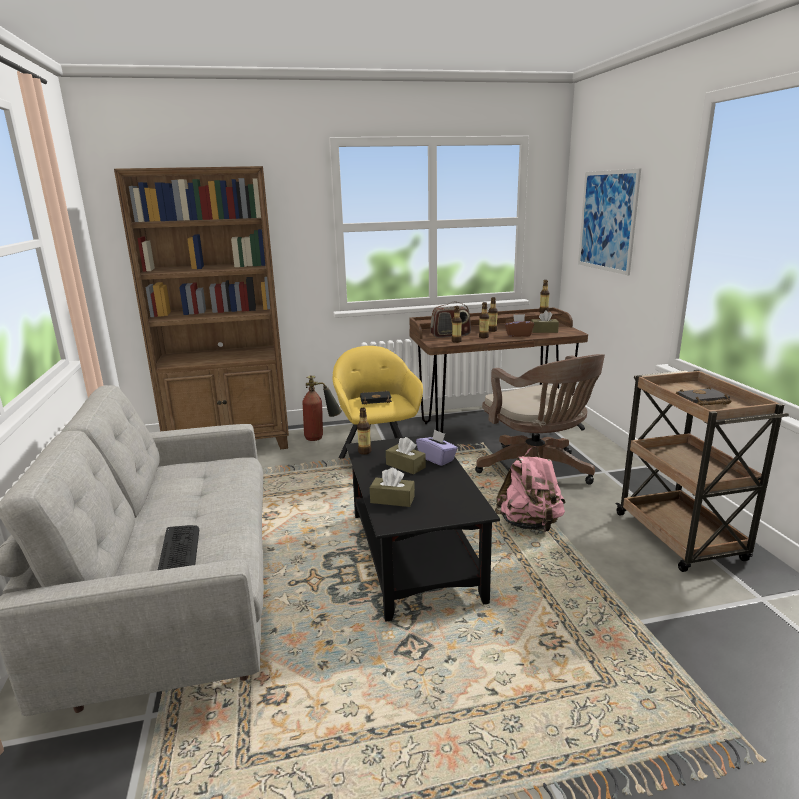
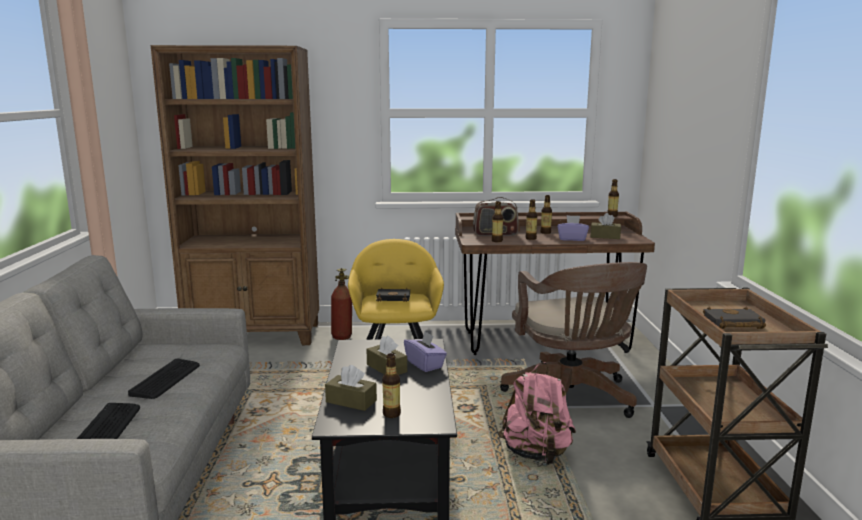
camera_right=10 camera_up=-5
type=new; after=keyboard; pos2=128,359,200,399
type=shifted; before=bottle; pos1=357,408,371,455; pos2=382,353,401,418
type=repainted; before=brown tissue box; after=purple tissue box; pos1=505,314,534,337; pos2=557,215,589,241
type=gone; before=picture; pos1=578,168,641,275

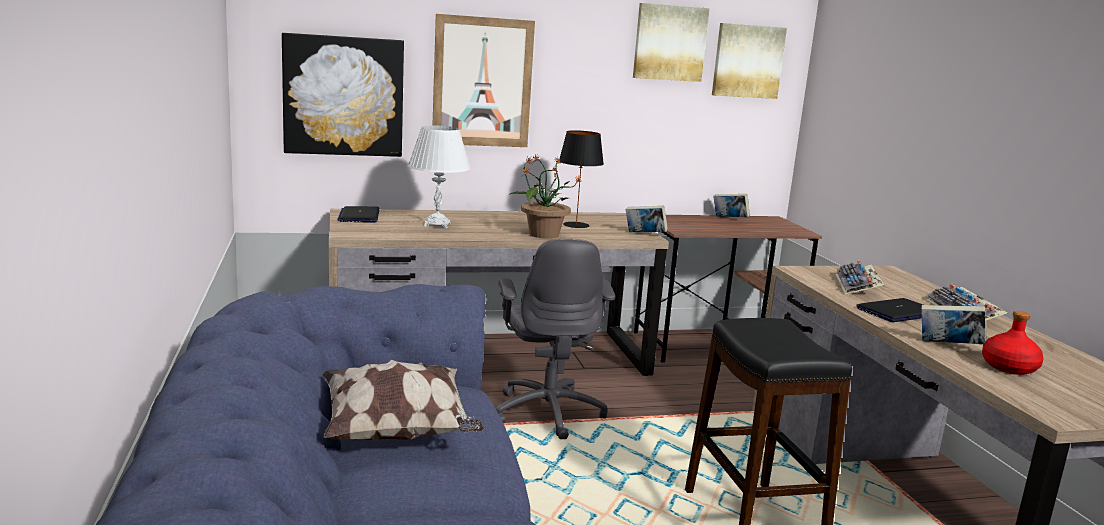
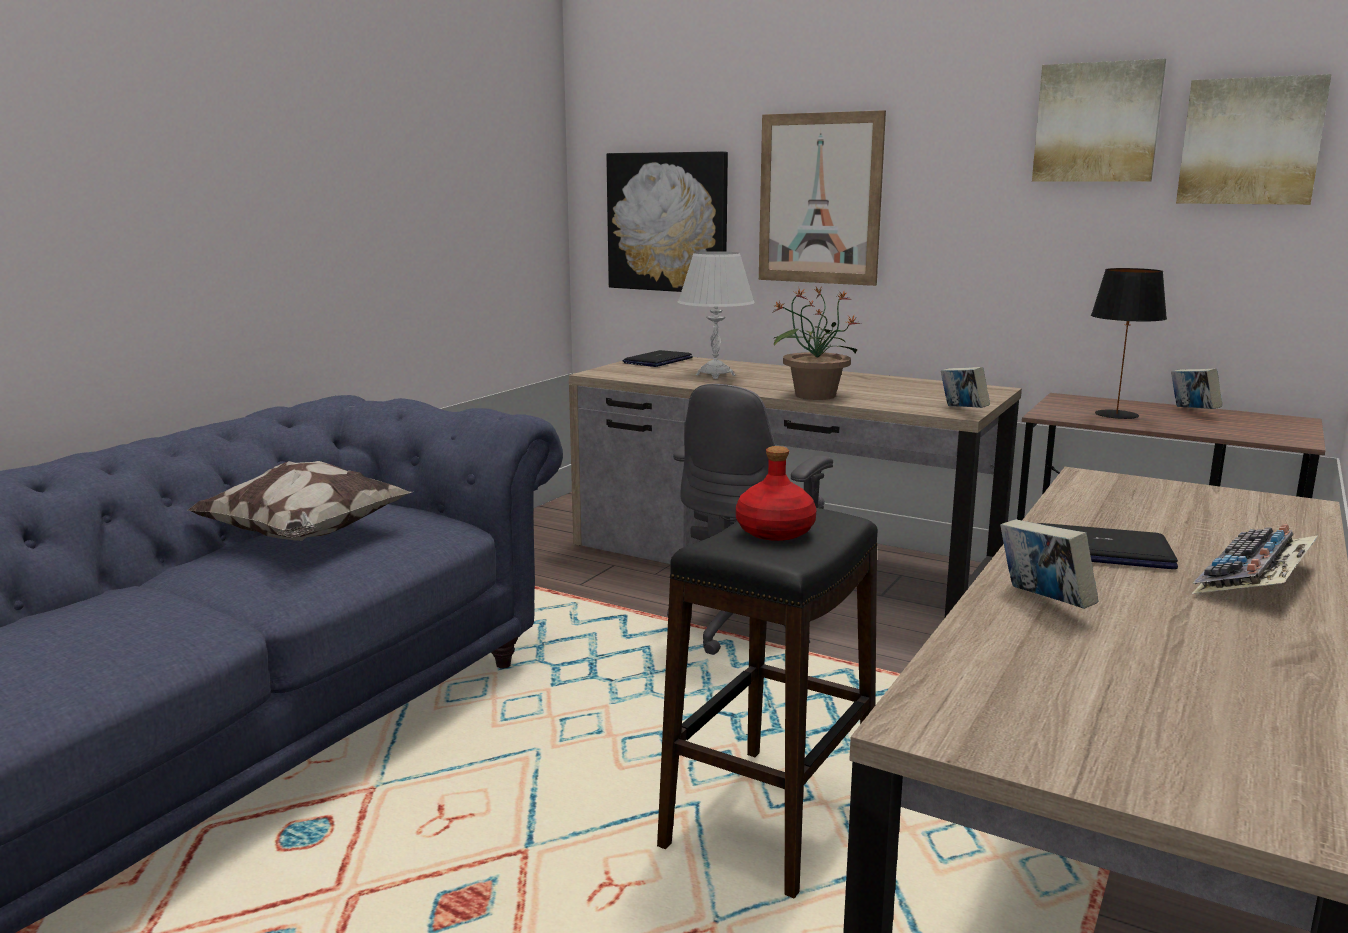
camera_right=45 camera_up=0
type=shifted; before=red bottle; pos1=982,311,1043,375; pos2=736,446,816,541
type=shifted; before=black table lamp; pos1=559,130,604,228; pos2=1091,268,1167,419
type=gone; before=keyboard; pos1=836,261,884,295

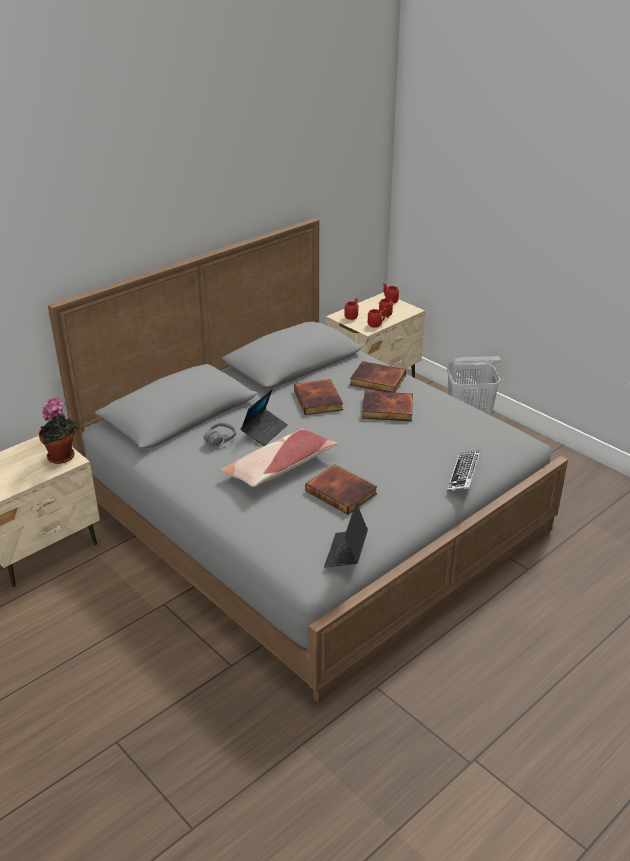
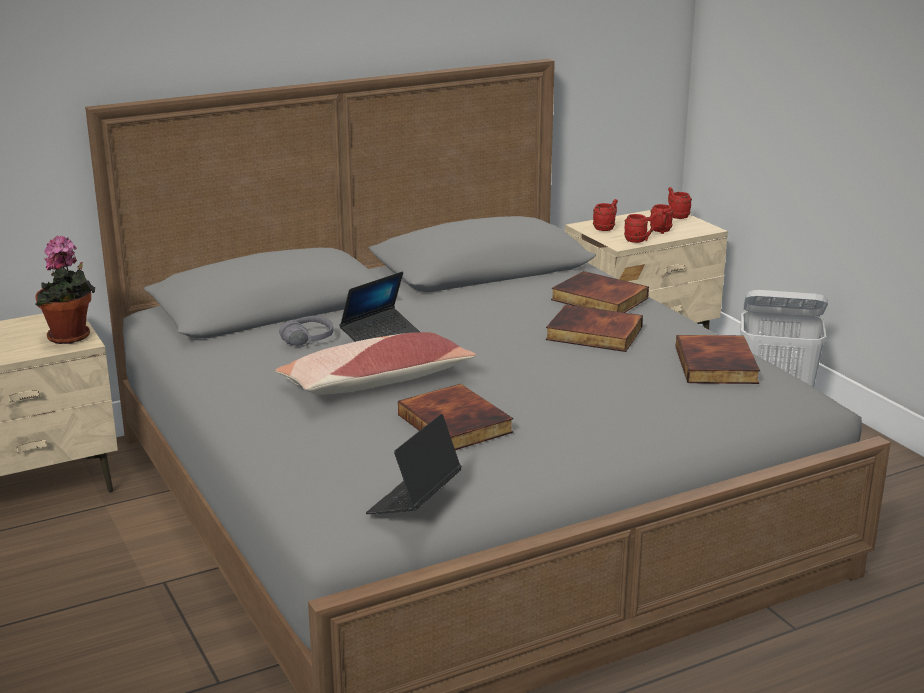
camera_right=15 camera_up=-10
type=shifted; before=book; pos1=294,379,343,415; pos2=676,335,760,384
type=gone; before=keyboard; pos1=447,451,481,491

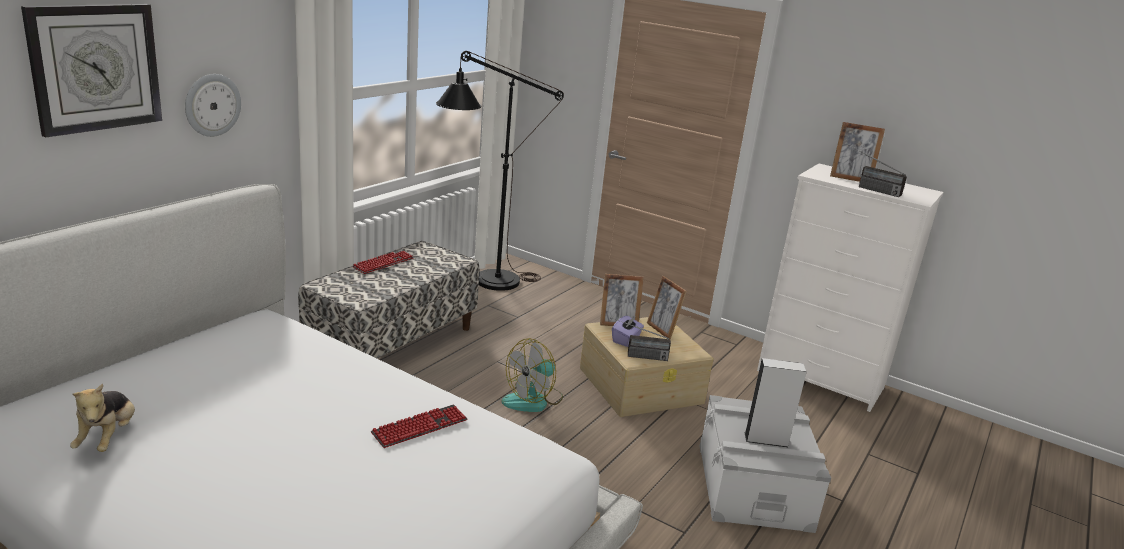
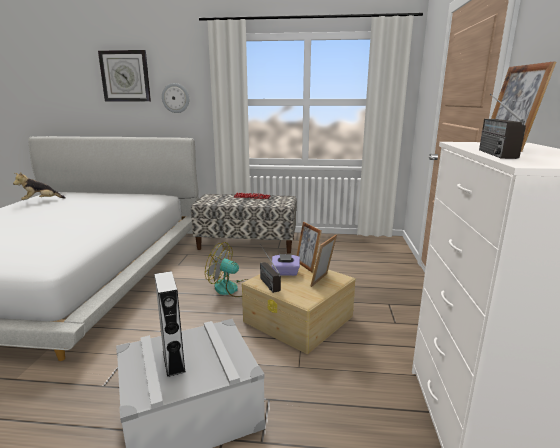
camera_right=65 camera_up=-5
type=gone; before=keyboard; pos1=371,405,467,448
type=gone; before=black floor lamp; pos1=436,51,564,291

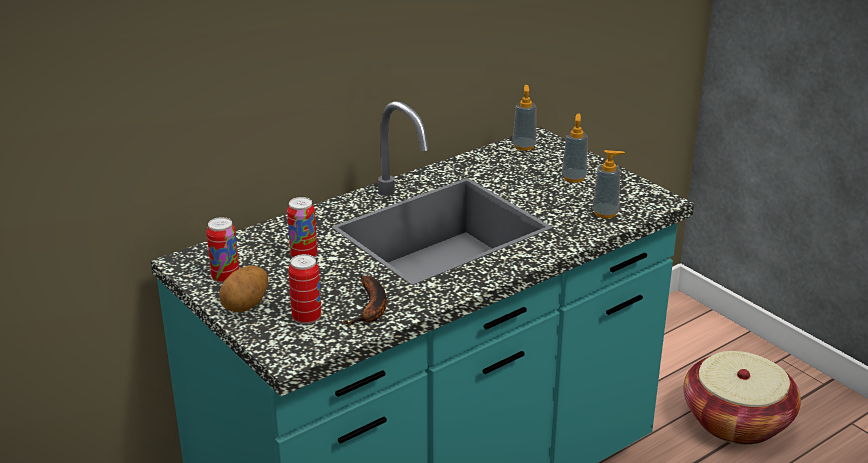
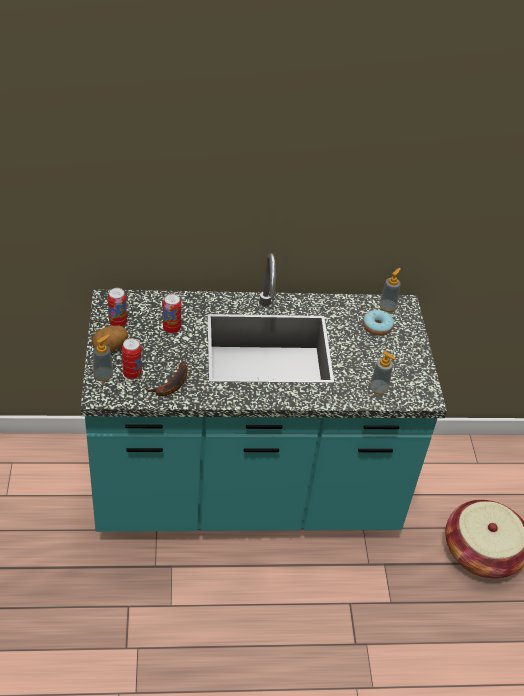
camera_right=30 camera_up=15
type=shifted; before=soap dispenser; pos1=562,113,588,183; pos2=93,334,113,382
type=new; after=donut; pos2=363,310,394,336

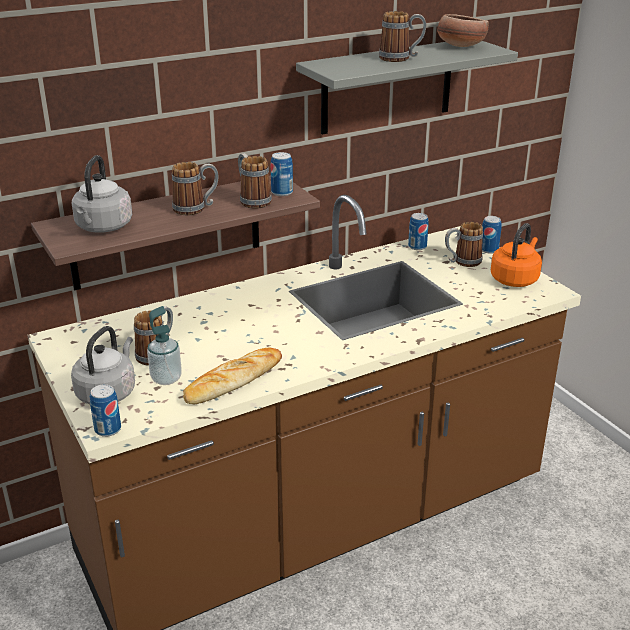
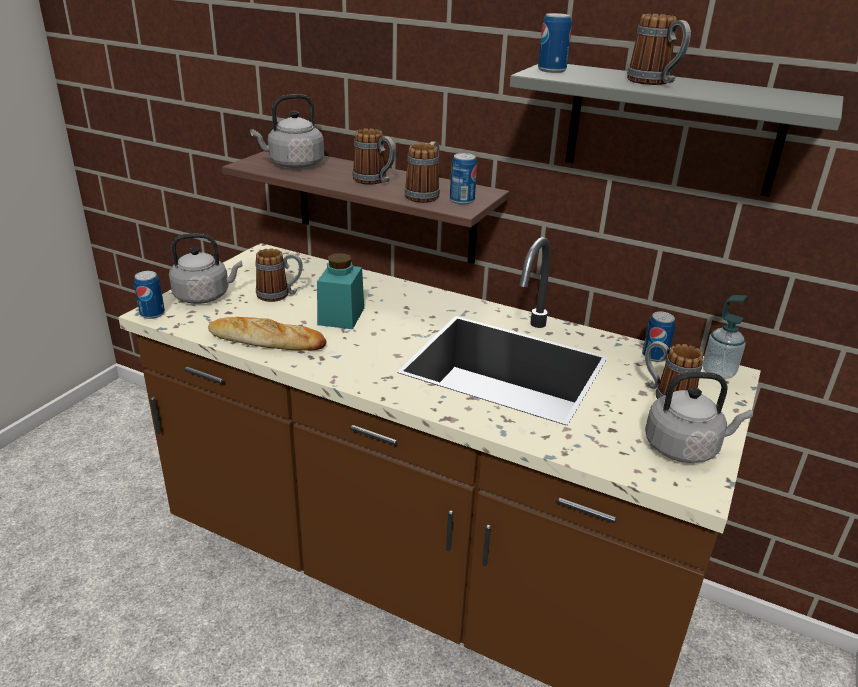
camera_right=55 camera_up=0
type=new; after=turquoise jar; pos2=317,253,364,329
type=shifted; before=can; pos1=482,216,502,254; pos2=538,13,572,73
type=repainted; before=orange kettle; after=grey kettle; pos1=491,223,542,287; pos2=645,372,753,463
type=shifted; before=soap dispenser; pos1=147,306,182,385; pos2=703,295,747,379
type=gone; before=bowl; pos1=437,14,489,47

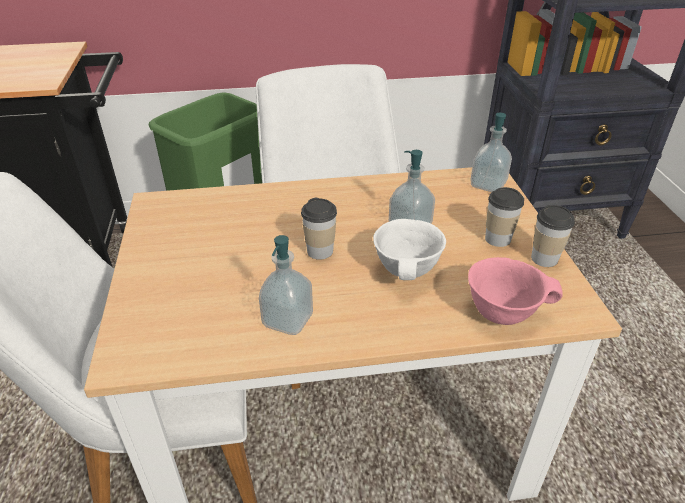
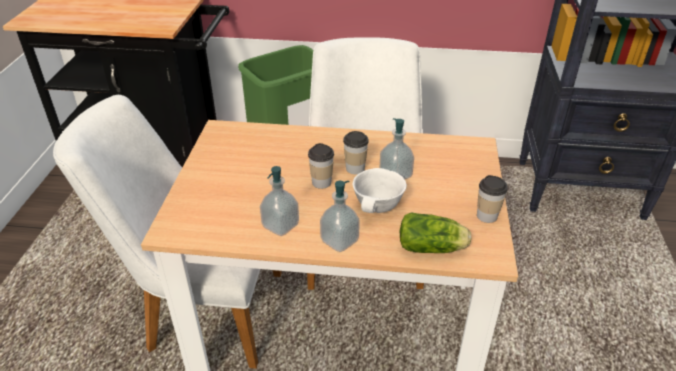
camera_right=15 camera_up=0
type=shifted; before=soap dispenser; pos1=470,113,512,192; pos2=320,181,360,252
type=shifted; before=cup; pos1=485,187,524,247; pos2=343,131,369,174
type=swapped; before=pink bowl; after=lettuce; pos1=468,257,563,325; pos2=400,212,472,253

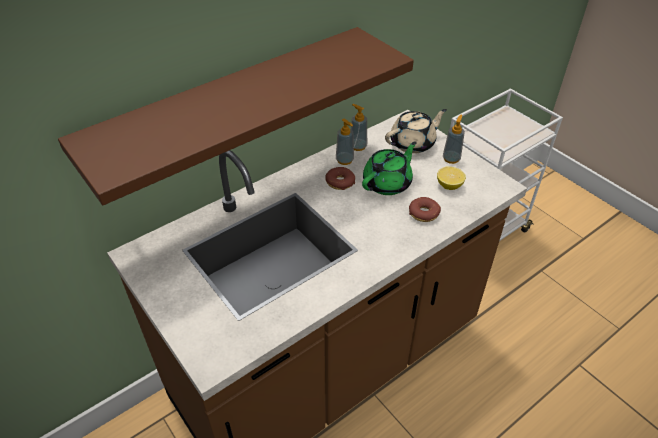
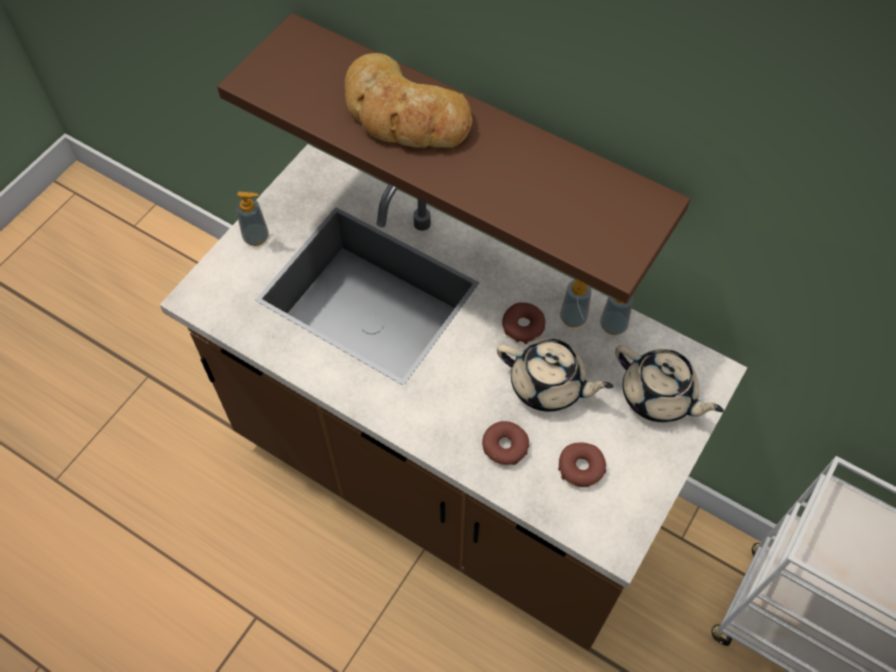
camera_right=70 camera_up=15
type=shifted; before=soap dispenser; pos1=443,114,465,164; pos2=236,192,269,246
type=new; after=bread; pos2=345,53,473,148
type=repainted; before=green teapot; after=beige teapot; pos1=362,141,417,195; pos2=497,338,613,412
type=swapped; before=lemon; after=donut; pos1=437,166,466,190; pos2=558,442,606,487

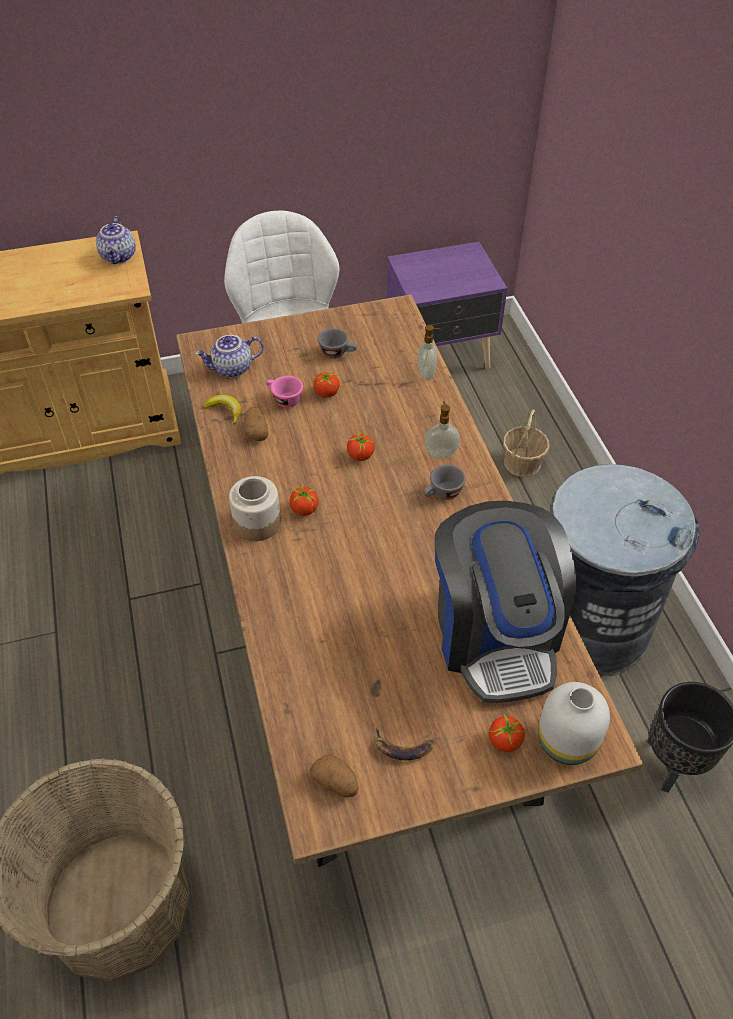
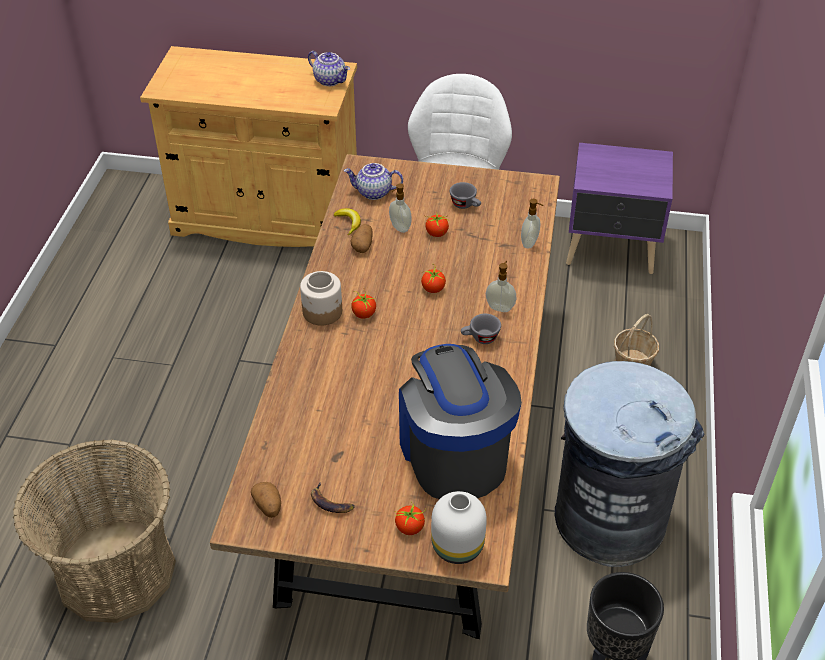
camera_right=25 camera_up=-5
type=rotated; before=teapot; pos1=96,216,136,264; pos2=308,51,350,86; turn=-75
type=swapped; before=pink cup; after=soap dispenser; pos1=266,376,303,408; pos2=389,183,412,233
type=rotated; before=coffee machine; pos1=435,500,576,703; pos2=399,344,522,499; turn=150

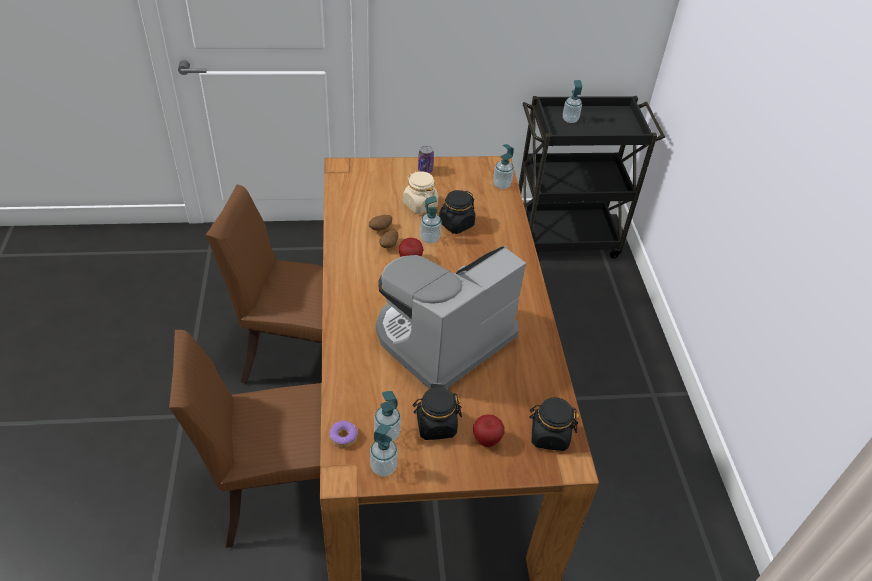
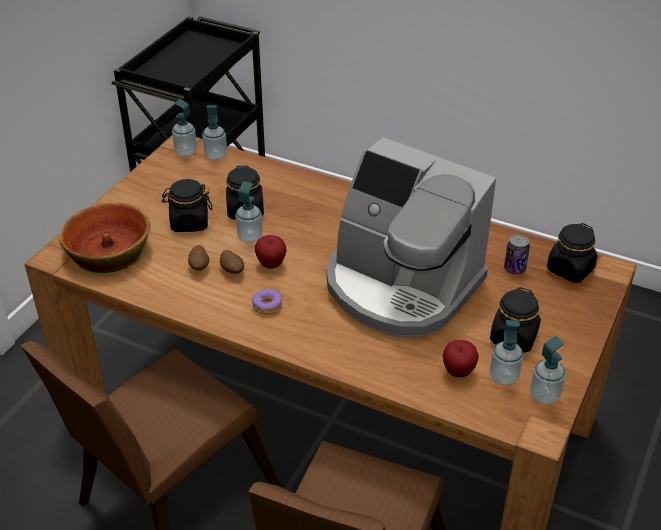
camera_right=-55 camera_up=-5
type=new; after=bowl; pos2=59,203,151,275
type=repainted; before=beige jar; after=black jar; pos1=403,171,438,214; pos2=162,179,212,232
type=shifted; before=soap dispenser; pos1=563,80,582,123; pos2=172,99,197,157
type=shifted; before=donut; pos1=329,421,357,448; pos2=252,288,282,315
type=rotated; before=coffee machine; pos1=376,245,526,389; pos2=327,137,496,338; turn=-45
type=shifted; before=apple; pos1=473,414,505,447; pos2=443,340,479,377
type=shifted; before=can; pos1=418,146,434,173; pos2=504,234,530,274

